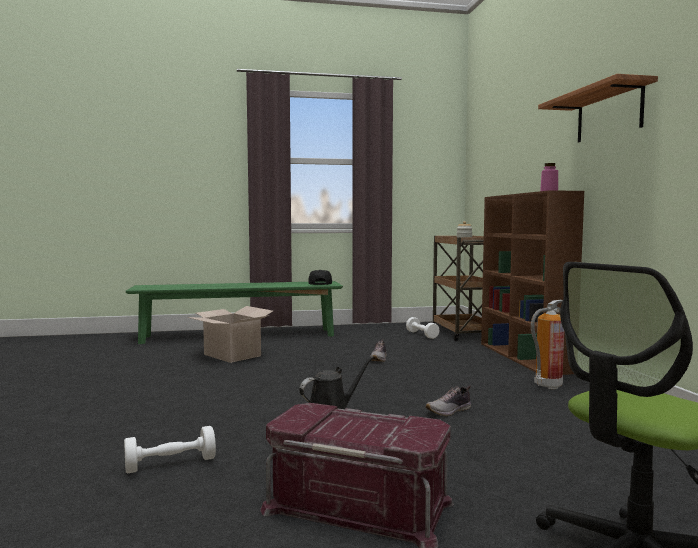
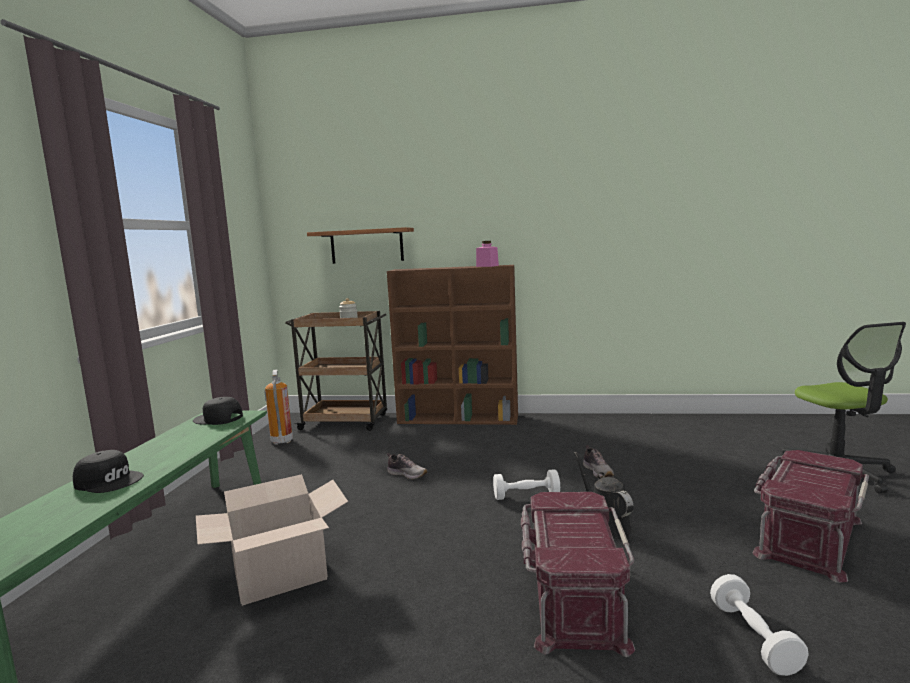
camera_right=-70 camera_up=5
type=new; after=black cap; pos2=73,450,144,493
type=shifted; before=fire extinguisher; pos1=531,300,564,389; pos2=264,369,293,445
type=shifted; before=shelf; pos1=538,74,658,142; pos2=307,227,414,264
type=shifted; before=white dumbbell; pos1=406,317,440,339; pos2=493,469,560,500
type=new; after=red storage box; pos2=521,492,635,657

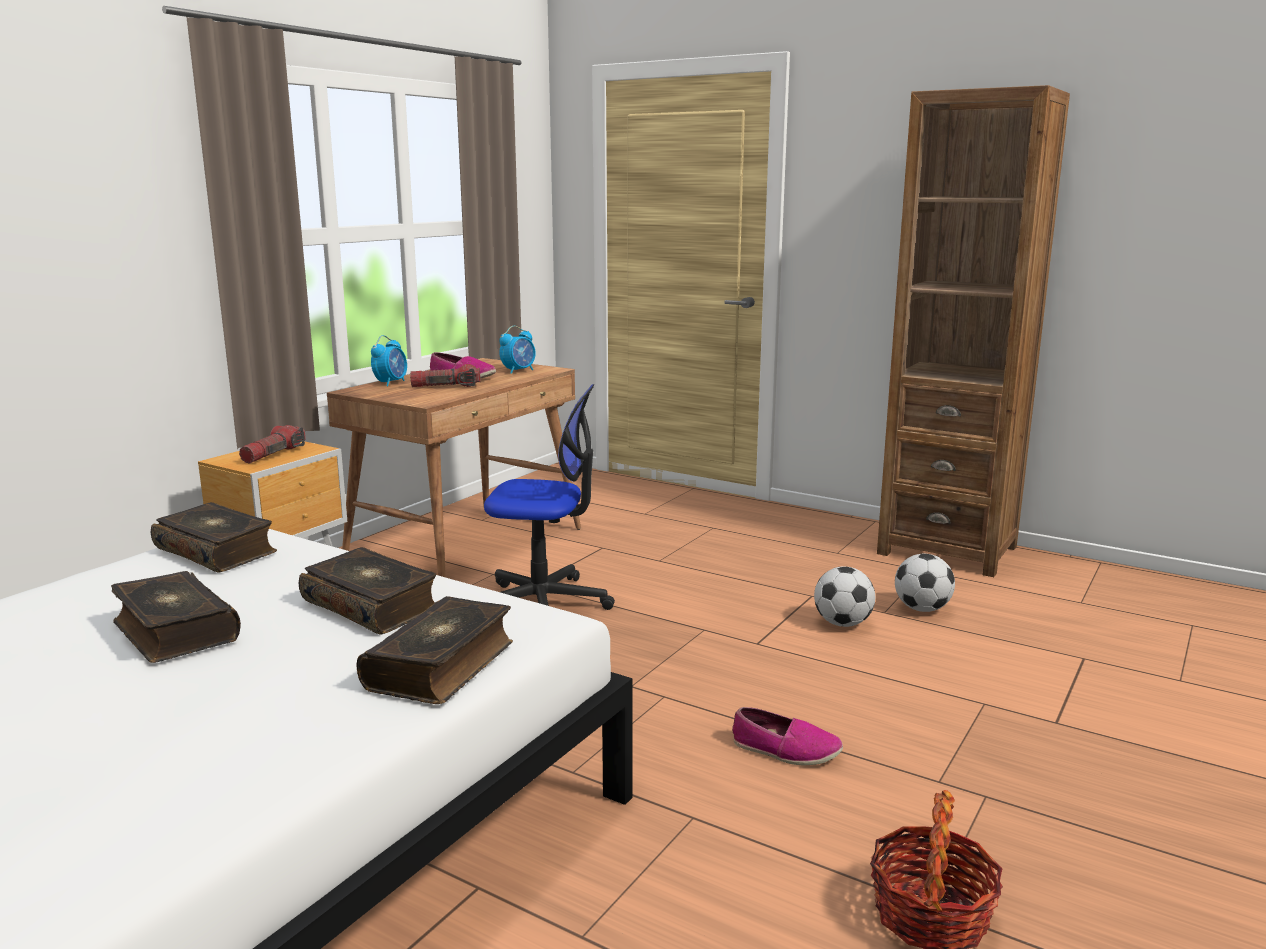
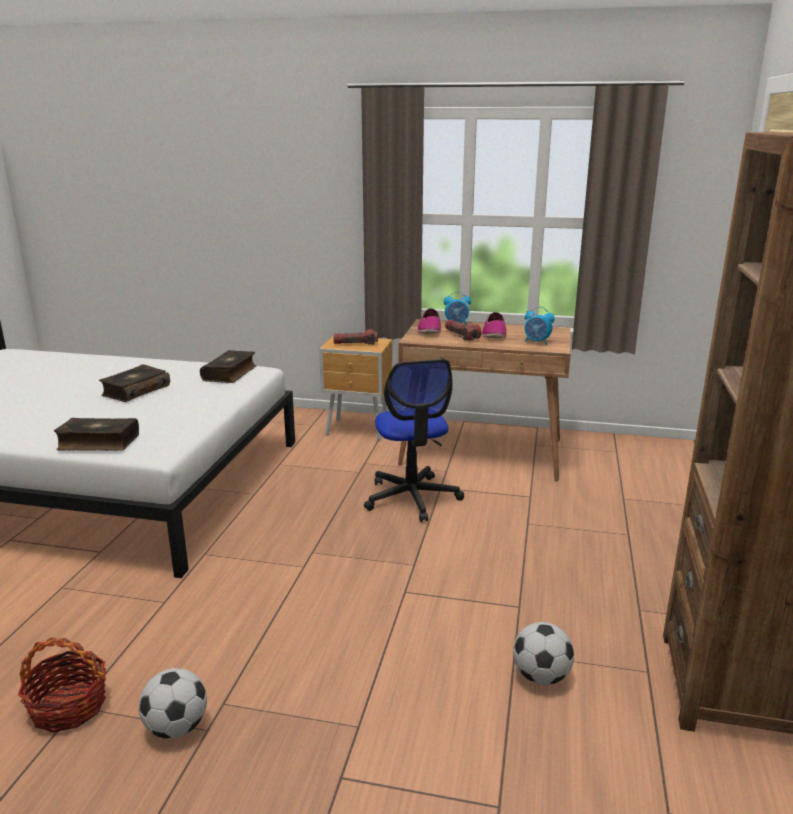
camera_right=70 camera_up=5
type=shifted; before=football; pos1=814,566,875,627; pos2=139,668,207,739
type=shifted; before=shoe; pos1=732,707,843,765; pos2=418,308,441,334
type=gone; before=book; pos1=299,547,436,635

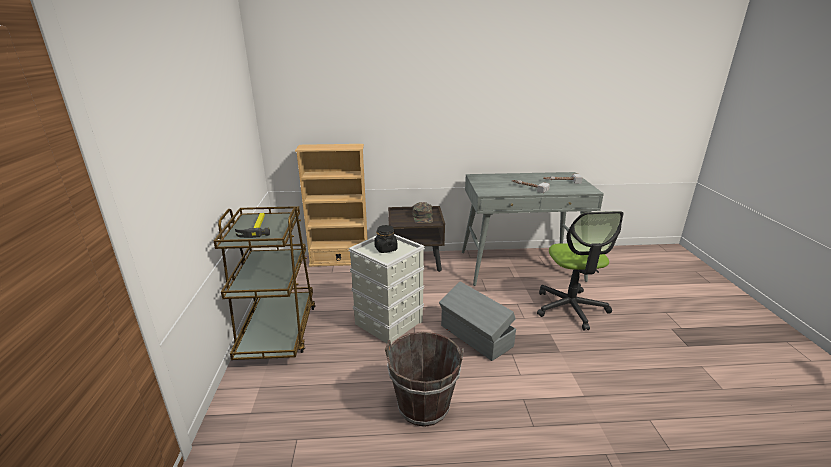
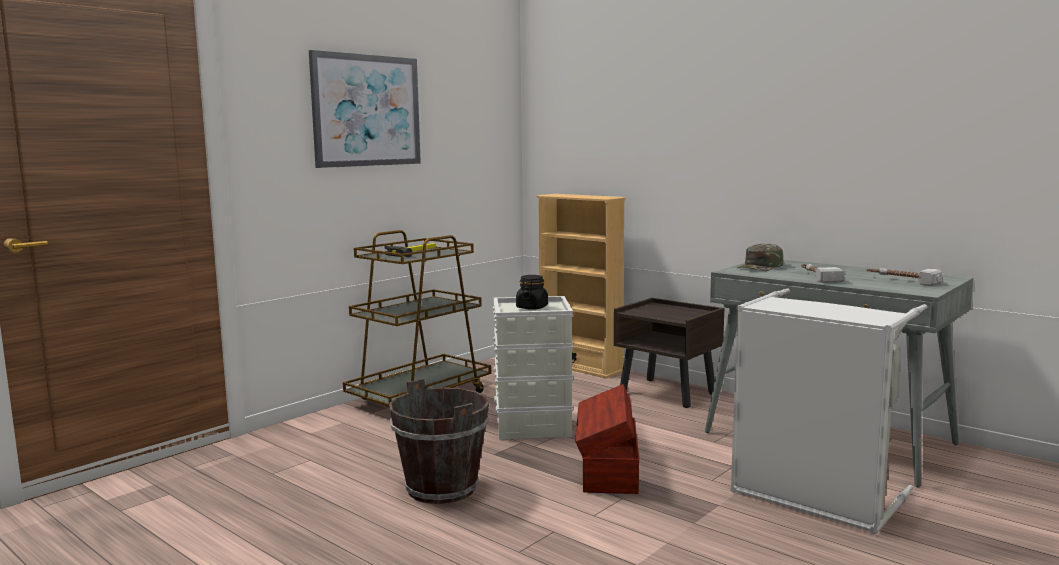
camera_right=45 camera_up=-15
type=new; after=picture; pos2=309,50,421,168
type=repainted; before=grey storage box; after=brown storage box; pos1=439,282,516,361; pos2=575,384,639,494
type=swapped; before=office chair; after=grey laundry basket; pos1=537,211,623,330; pos2=730,288,927,534
type=shifted; before=green cap; pos1=412,202,433,223; pos2=737,244,783,271

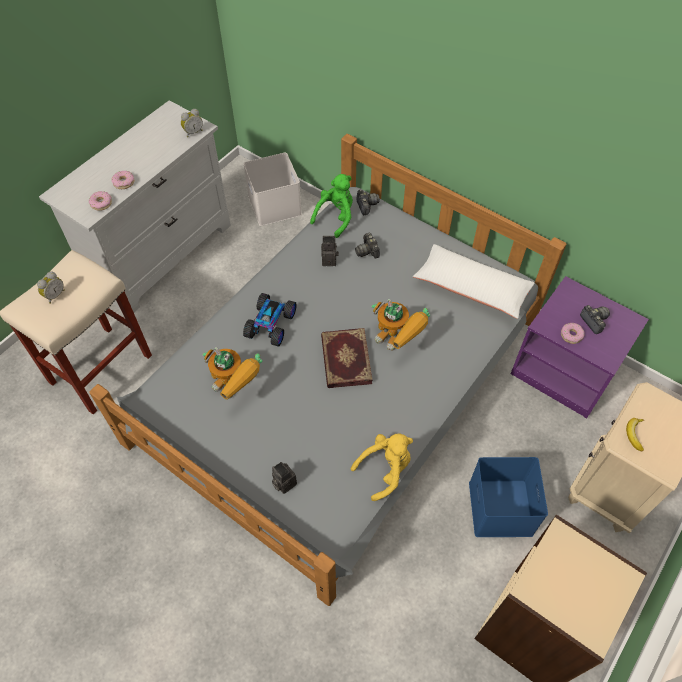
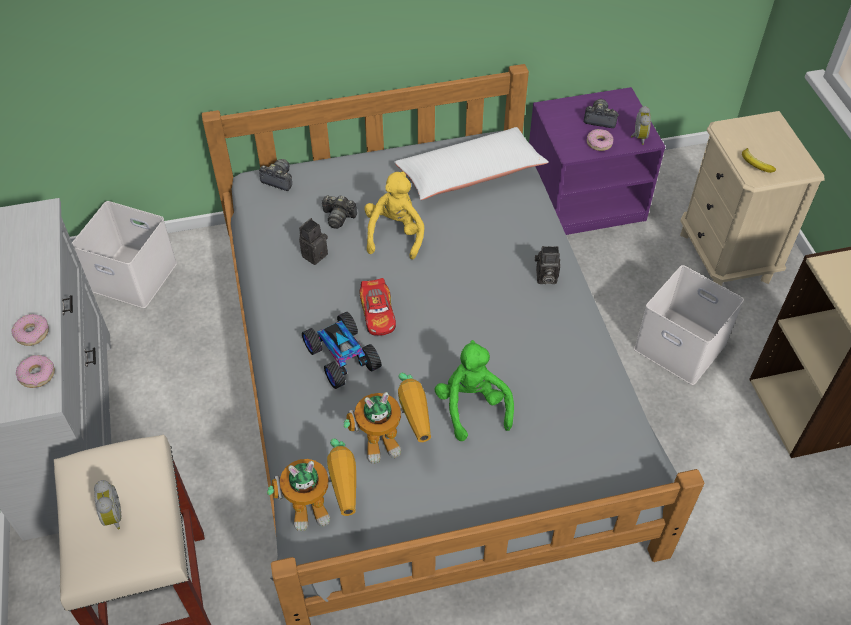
camera_right=-50 camera_up=-5
type=shifted; before=toy robot; pos1=372,299,430,351; pos2=267,438,356,531
type=new; after=toy car; pos2=359,278,396,336
type=shifted; before=yellow plush toy; pos1=351,433,413,501; pos2=364,172,424,259
type=shifted; before=green plush toy; pos1=310,174,353,238; pos2=435,340,514,441
type=shifted; before=photo camera; pos1=272,462,297,494; pos2=535,246,560,284
type=shifted; before=alarm clock; pos1=181,109,203,137; pos2=631,106,651,145
type=repainted; before=blue storage box; after=white storage box; pos1=469,457,548,537; pos2=634,265,744,385
type=gone; before=book; pos1=321,328,372,388

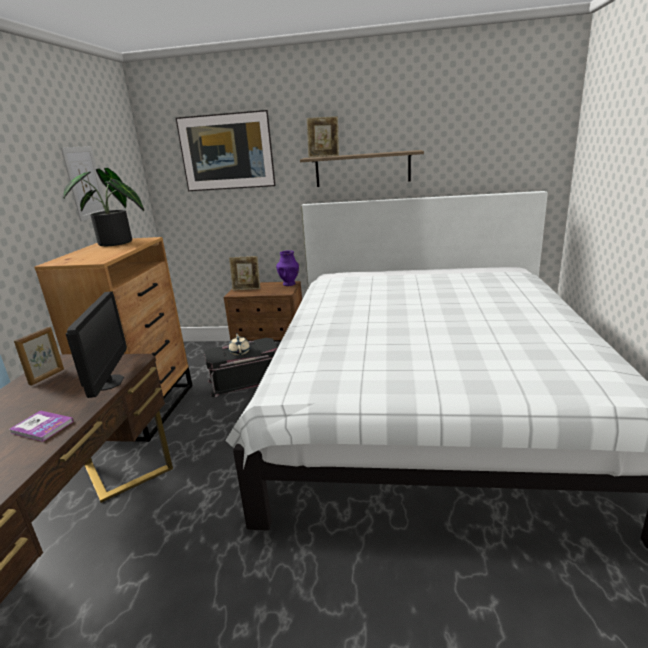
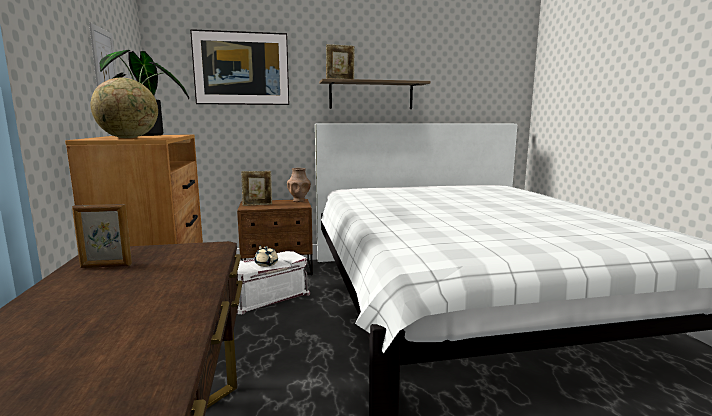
camera_right=-20 camera_up=-10
type=rotated; before=picture frame; pos1=14,327,64,386; pos2=72,204,132,268; turn=75
type=new; after=globe; pos2=91,78,158,138
type=repainted; before=black storage box; after=white storage box; pos1=204,338,278,397; pos2=237,251,310,314
type=repainted; before=purple vase; after=brown vase; pos1=276,250,299,286; pos2=287,168,311,202
type=gone; before=book; pos1=10,410,74,442
type=gone; before=monitor; pos1=66,291,127,398

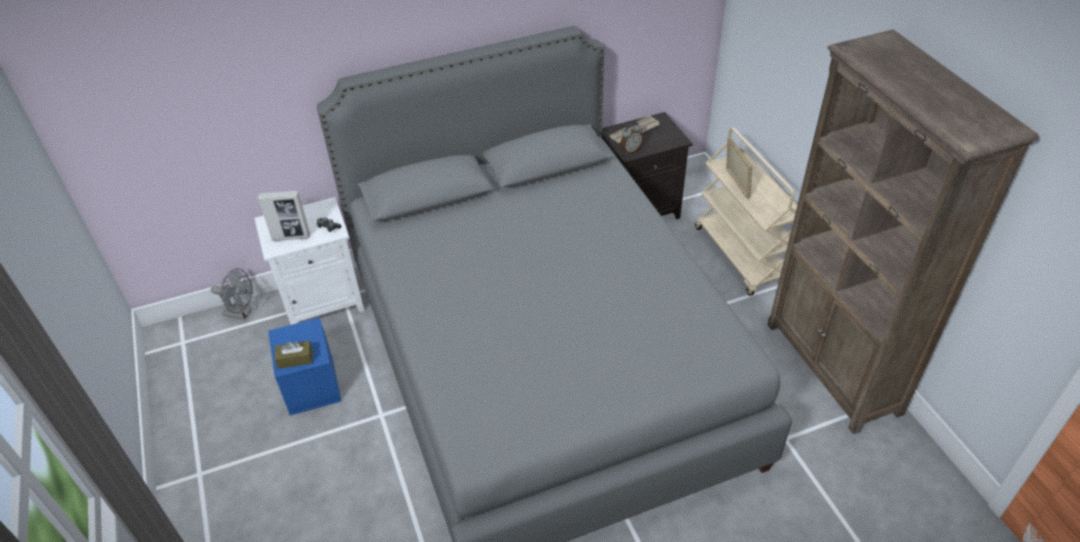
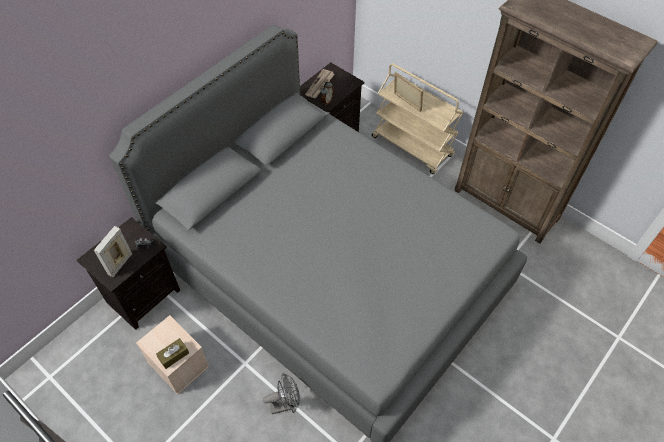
camera_right=-30 camera_up=10
type=repainted; before=white nightstand; after=black nightstand; pos1=254,197,364,325; pos2=77,217,180,330
type=rotated; before=picture frame; pos1=258,191,310,241; pos2=94,226,132,277; turn=150
type=repainted; before=blue storage box; after=beige storage box; pos1=268,318,341,415; pos2=136,315,209,395
type=shifted; before=grey fan; pos1=211,268,253,320; pos2=263,373,300,414

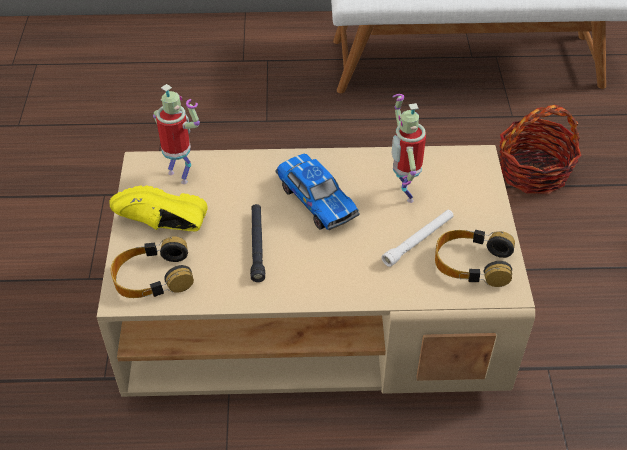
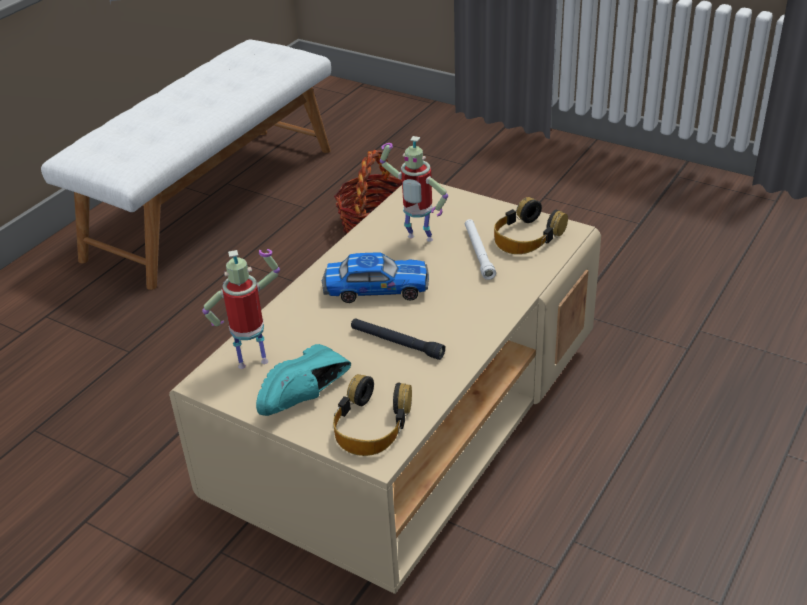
camera_right=-55 camera_up=-10
type=repainted; before=yellow shoe; after=turquoise shoe; pos1=109,185,208,231; pos2=256,344,351,416

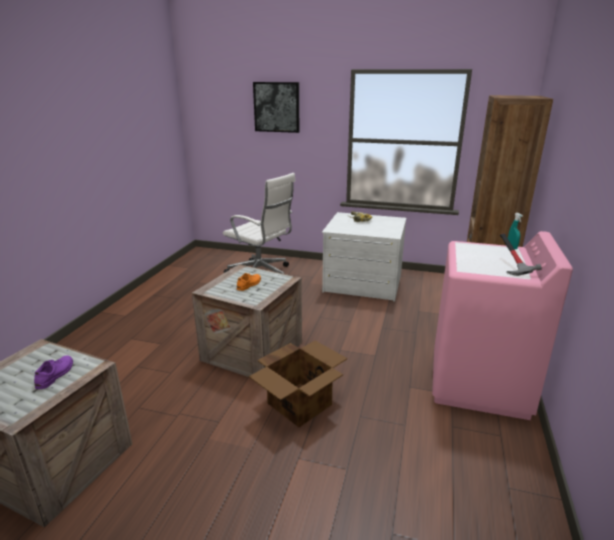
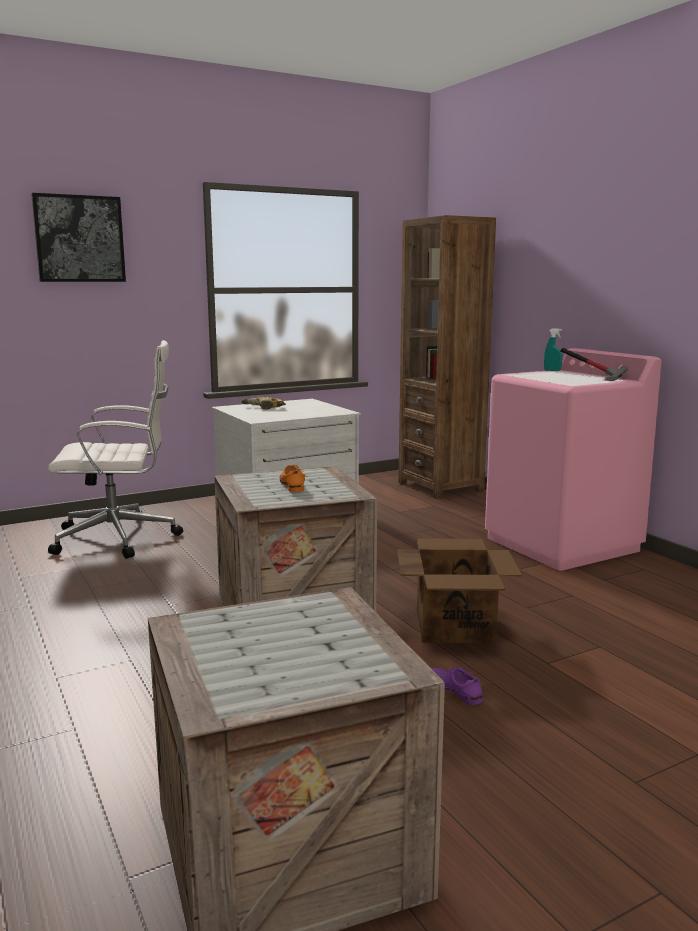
camera_right=-45 camera_up=-10
type=shifted; before=purple shoe; pos1=34,355,73,389; pos2=431,667,483,705

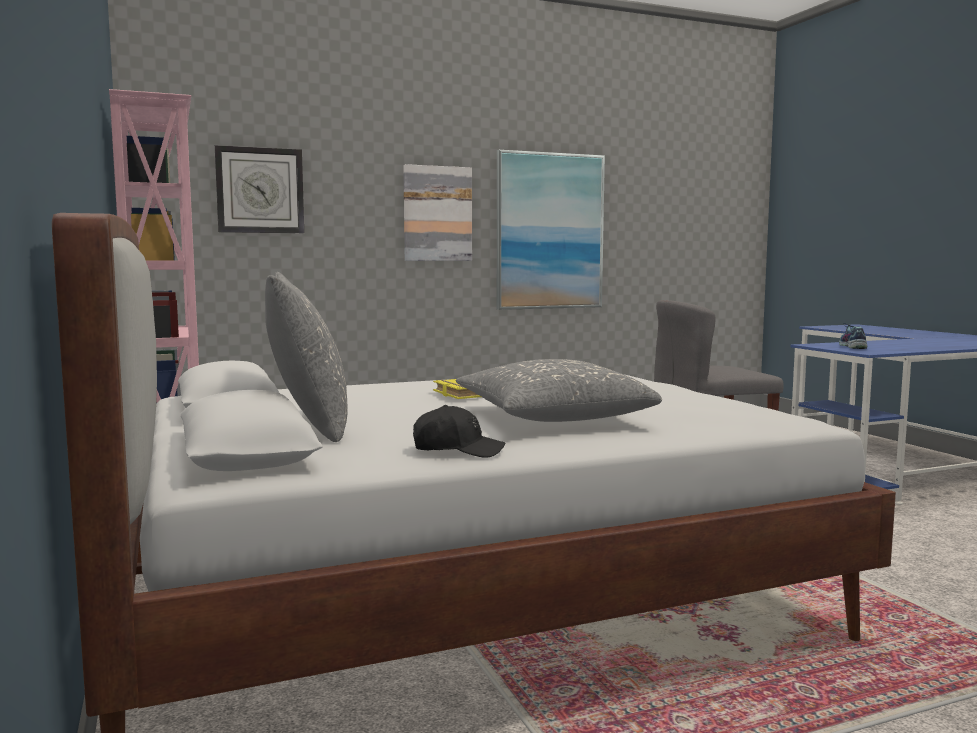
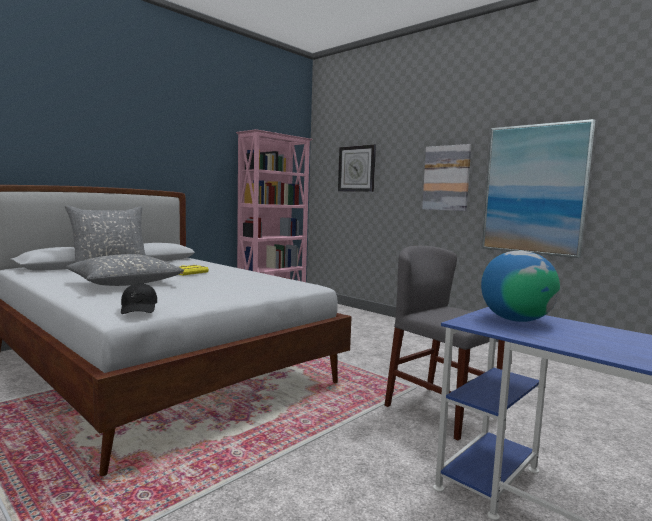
camera_right=65 camera_up=0
type=shifted; before=black cap; pos1=413,405,505,458; pos2=121,283,157,314
type=swapped; before=shoe; after=globe; pos1=839,323,867,349; pos2=481,251,560,322

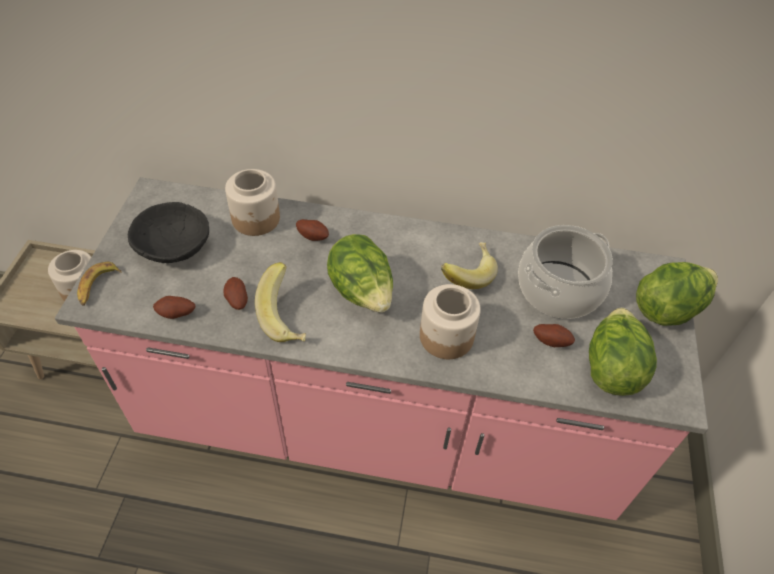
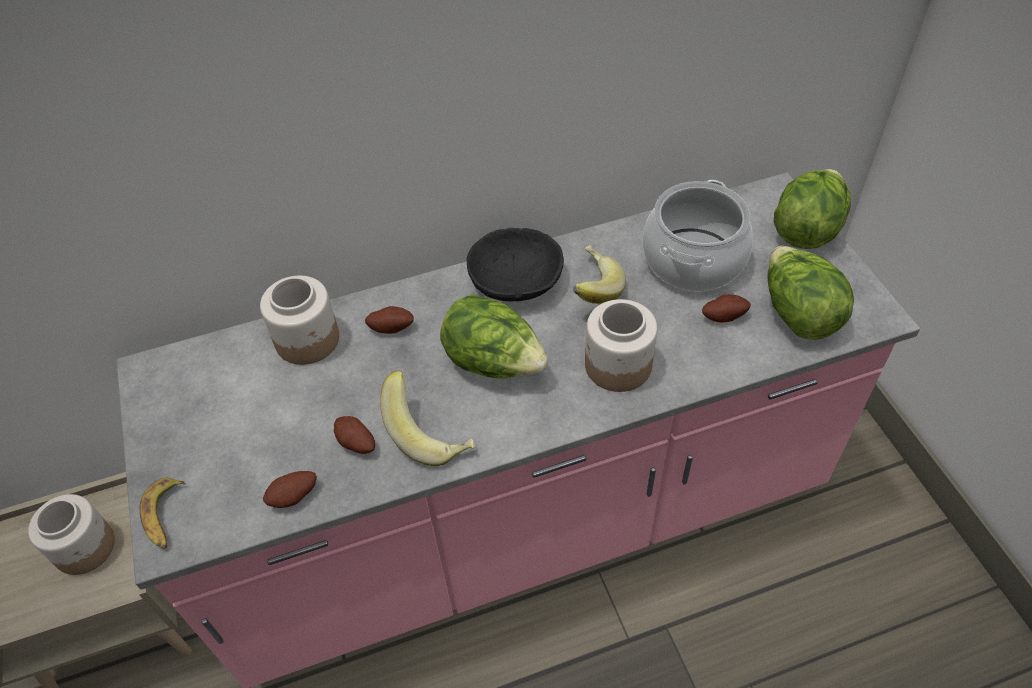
camera_right=-25 camera_up=0
type=shifted; before=black bowl; pos1=128,202,209,263; pos2=466,228,564,302

